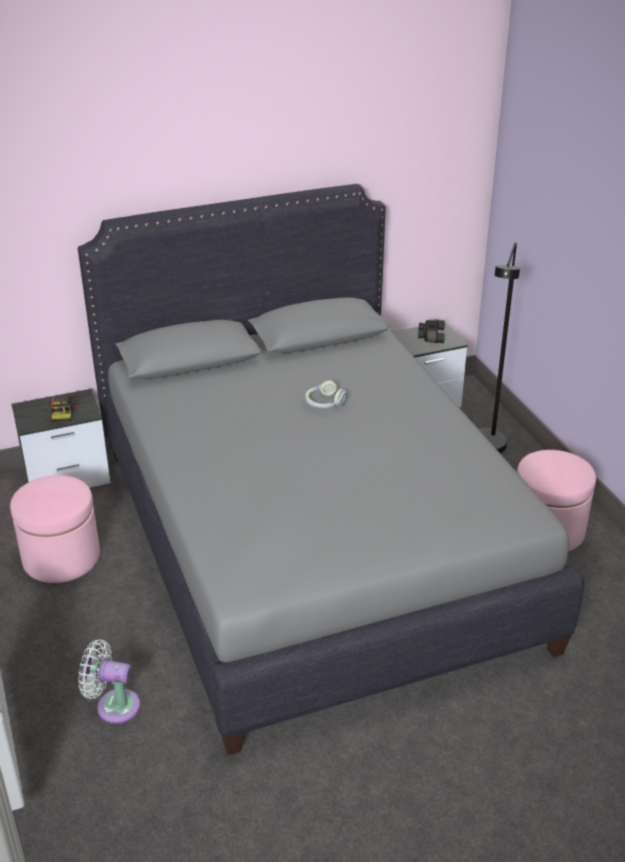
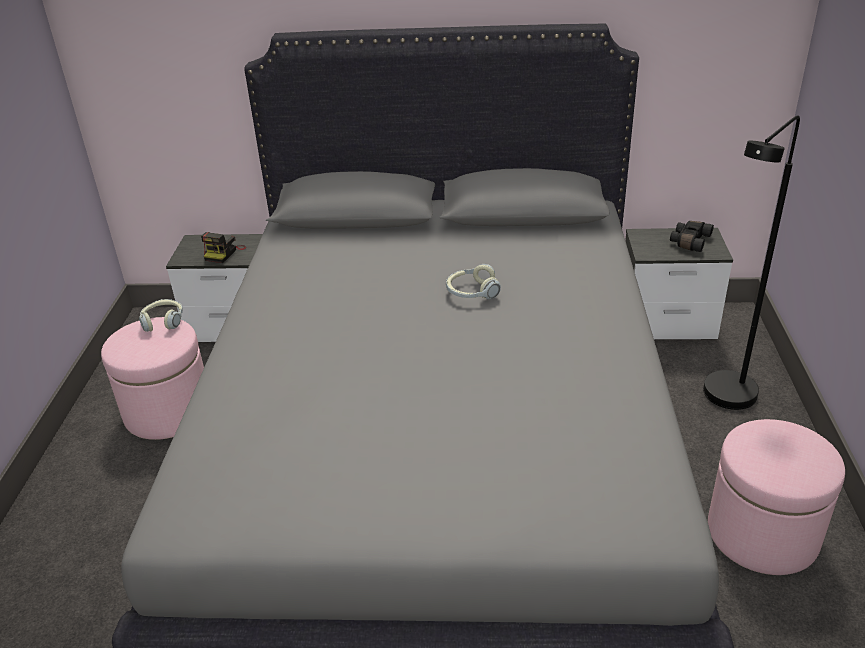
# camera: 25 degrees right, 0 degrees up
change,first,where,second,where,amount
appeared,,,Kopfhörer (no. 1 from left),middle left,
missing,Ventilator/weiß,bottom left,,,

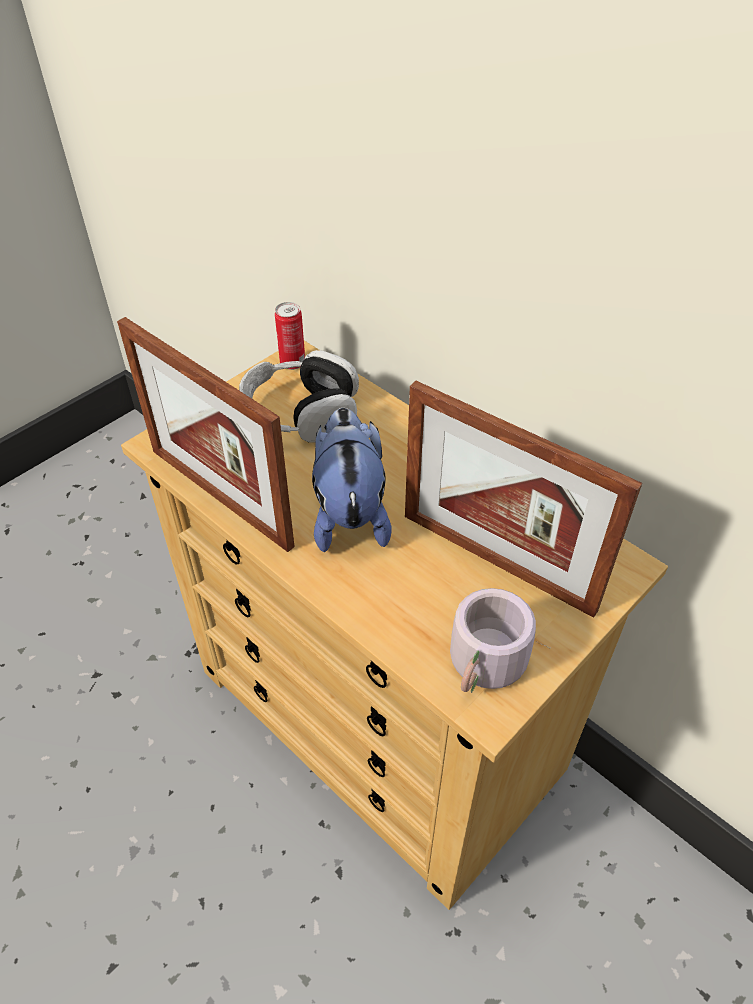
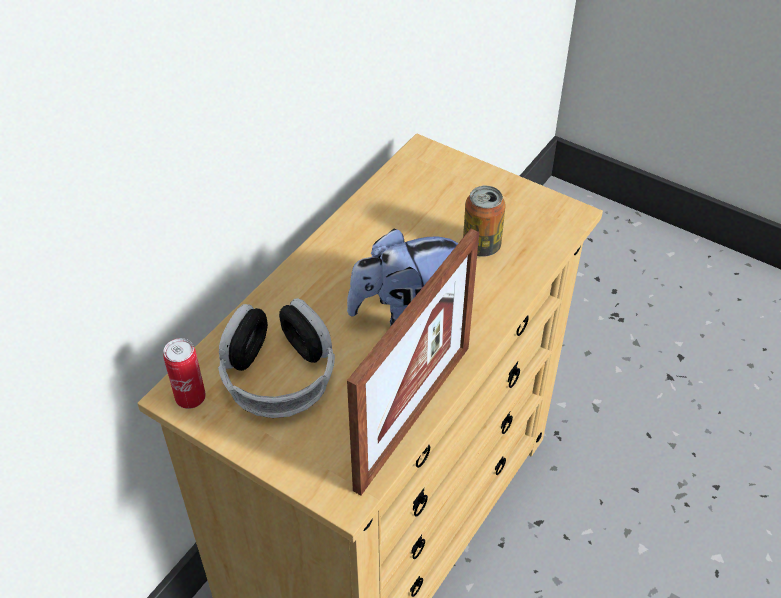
# camera: 100 degrees left, 0 degrees up
change,first,where,second,where,amount
appeared,,,Dose (no. 2 from left),centre,
missing,Bilderrahmen (no. 2 from left),middle right,,,
missing,Henkelbecher/grau,centre,,,

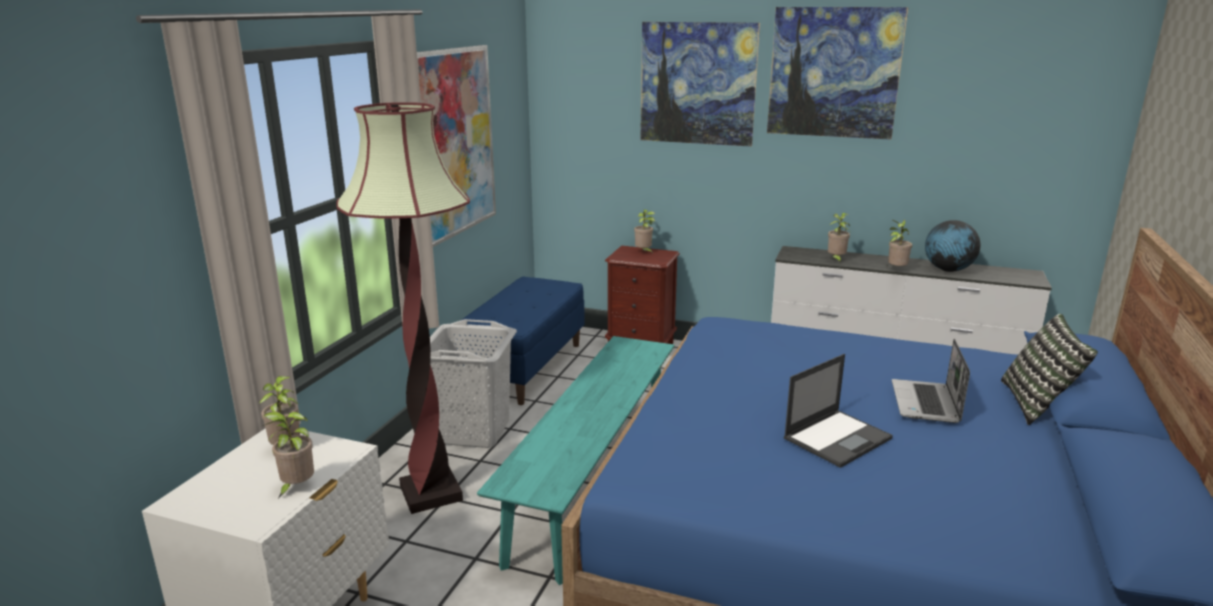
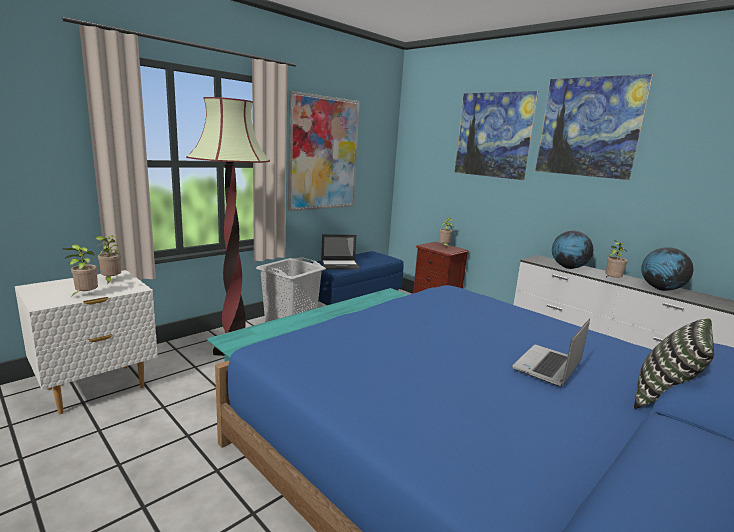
# camera: 25 degrees right, 5 degrees down
change,first,where,second,where,amount
relocated,Laptop (no. 1 from left),bottom right,,centre,
exchanged,Topfpflanze (no. 4 from left),middle right,Globus (no. 1 from left),middle right,

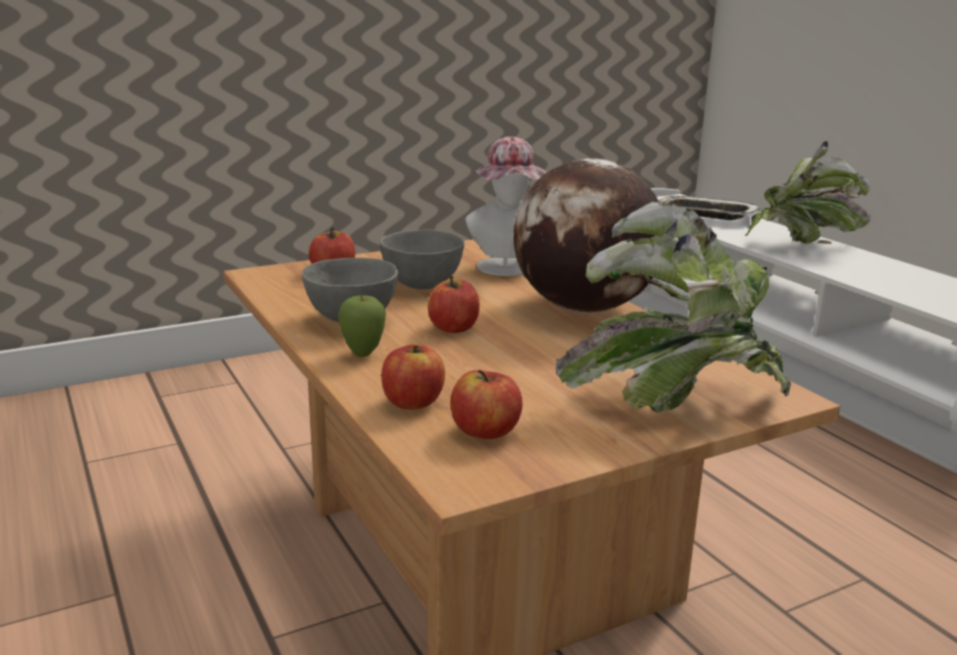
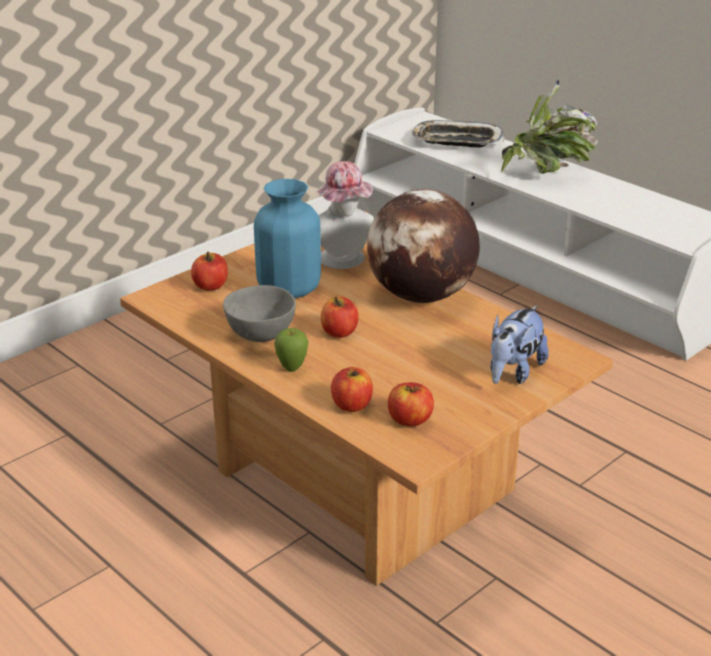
# camera: 15 degrees left, 10 degrees up
change,first,where,second,where,amount
exchanged,Schüssel/grau (no. 2 from left),centre,Vase/blau,centre,
exchanged,Topfpflanze (no. 1 from left),middle right,Plüschtier,middle right,

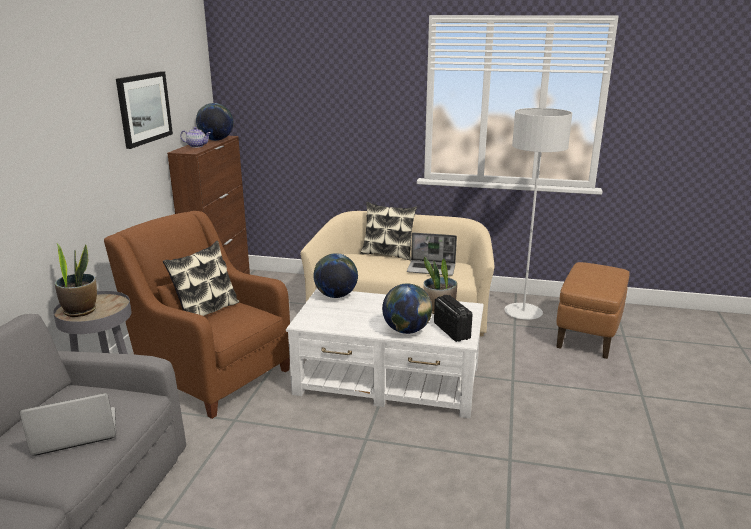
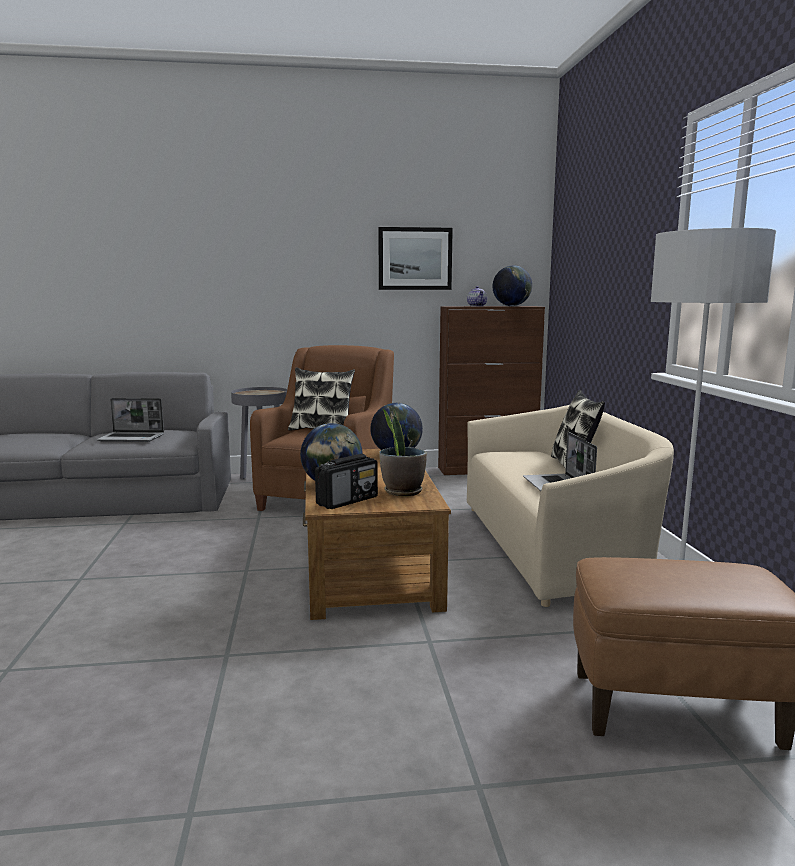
# camera: 70 degrees right, 10 degrees down
change,first,where,second,where,amount
spun,Laptop (no. 1 from left),bottom left,,middle left,135 degrees clockwise
colour,Couchtisch/weiß,bottom centre,Couchtisch/braun,centre,
missing,Topfpflanze (no. 1 from left),middle left,,,

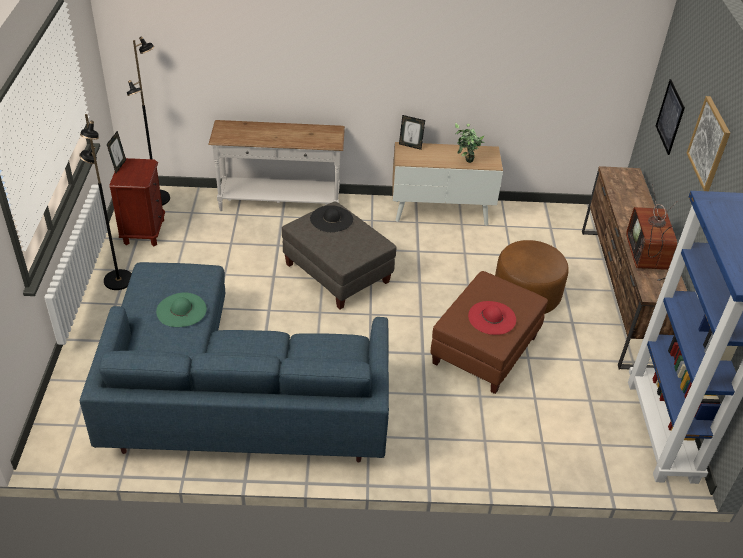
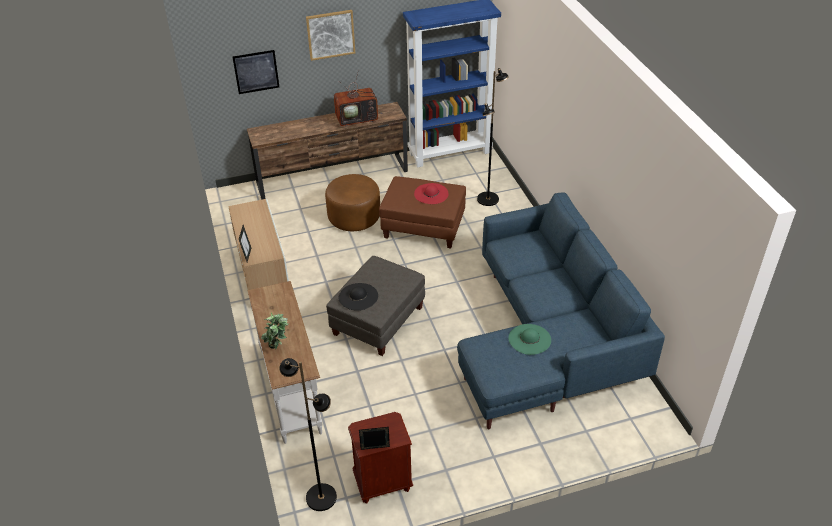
# camera: 105 degrees left, 0 degrees up
change,first,where,second,where,amount
relocated,Topfpflanze,top centre,,middle left,
relocated,Stehlampe/schwarz (no. 1 from left in the first image),middle left,Stehlampe/schwarz (no. 2 from left),top centre,

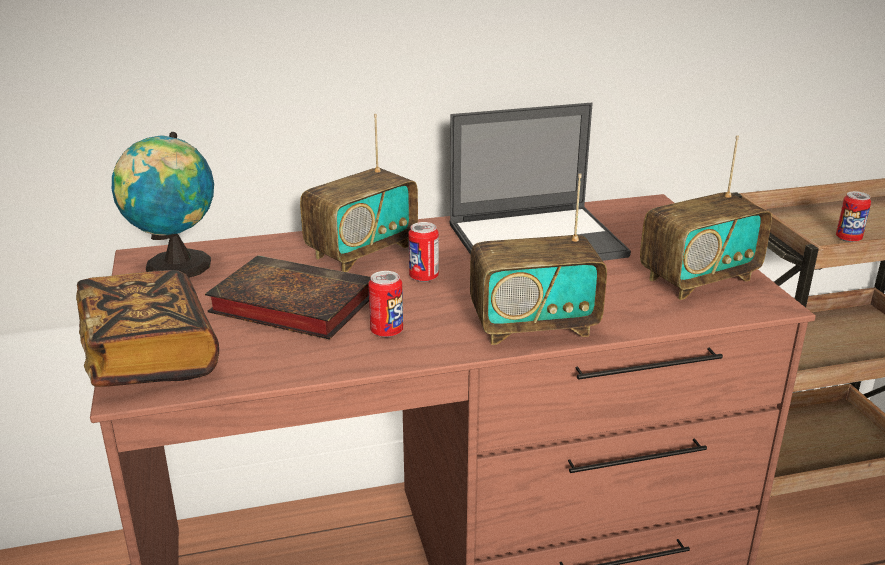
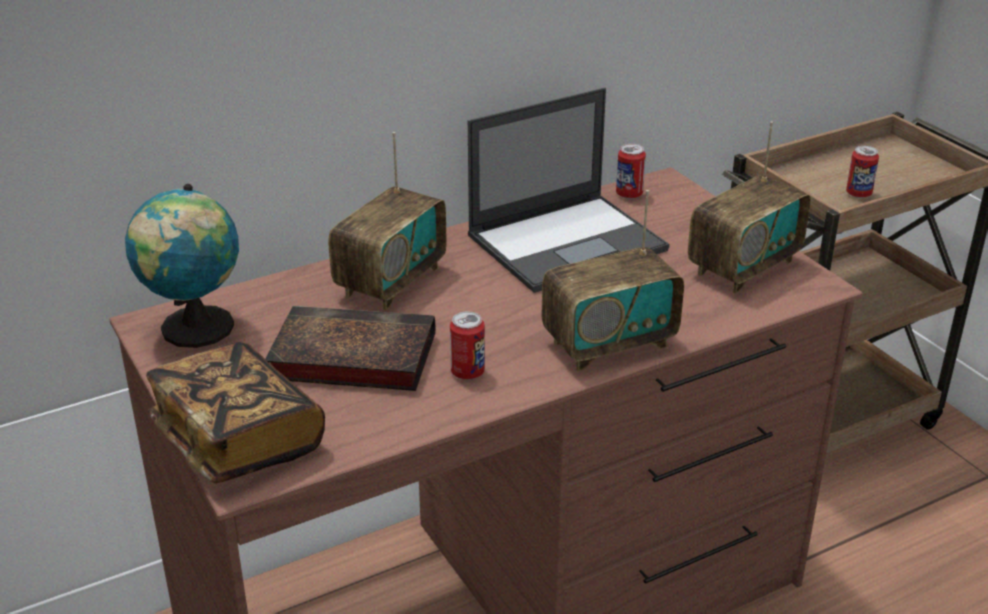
# camera: 15 degrees left, 5 degrees up
change,first,where,second,where,amount
relocated,Dose (no. 2 from left),centre,,top centre,

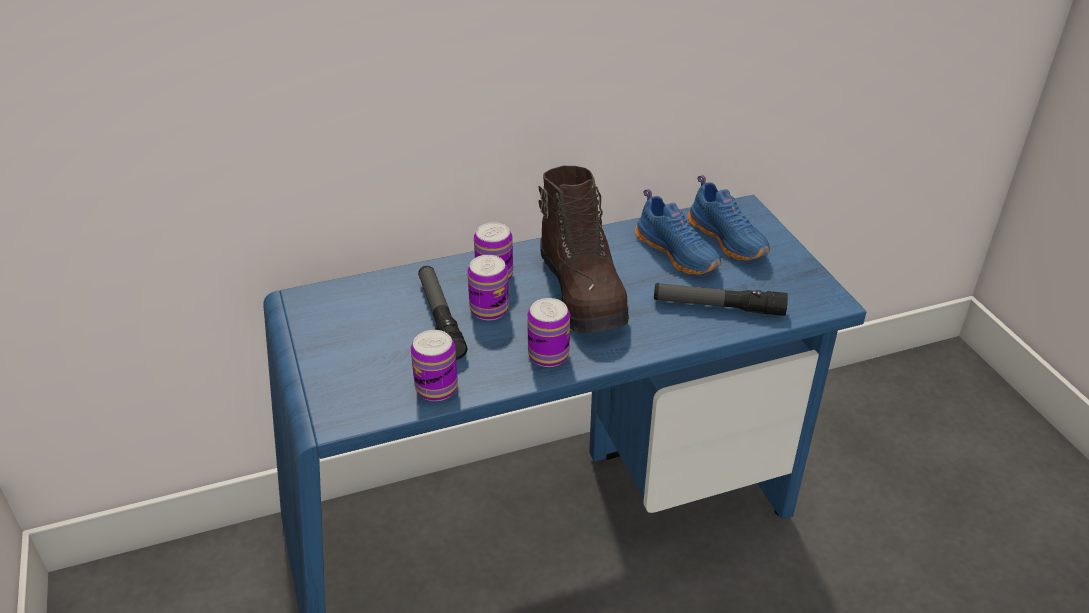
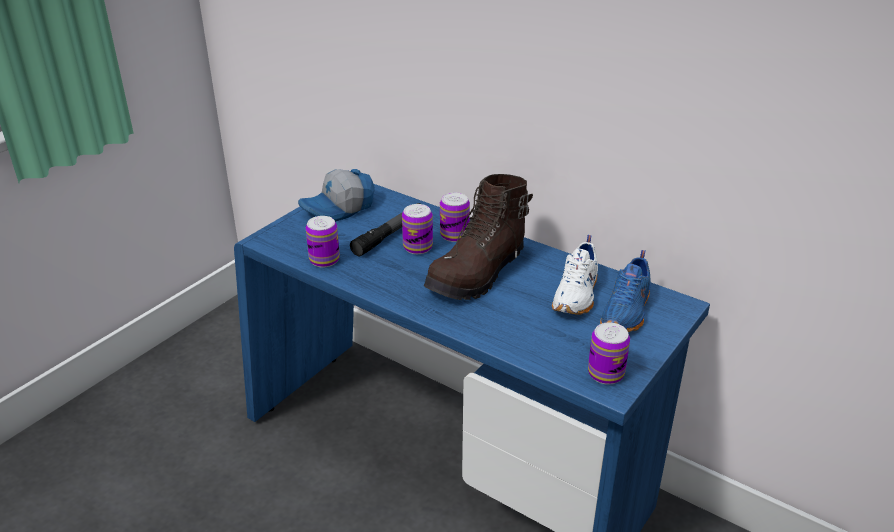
# camera: 55 degrees right, 5 degrees down
change,first,where,second,where,amount
appeared,,,Kappe,centre,
colour,Schuh/blau (no. 1 from left),centre,Schuh/weiß,centre,
relocated,Dose (no. 4 from left),centre,,middle right,
missing,Taschenlampe (no. 2 from left),centre,,,

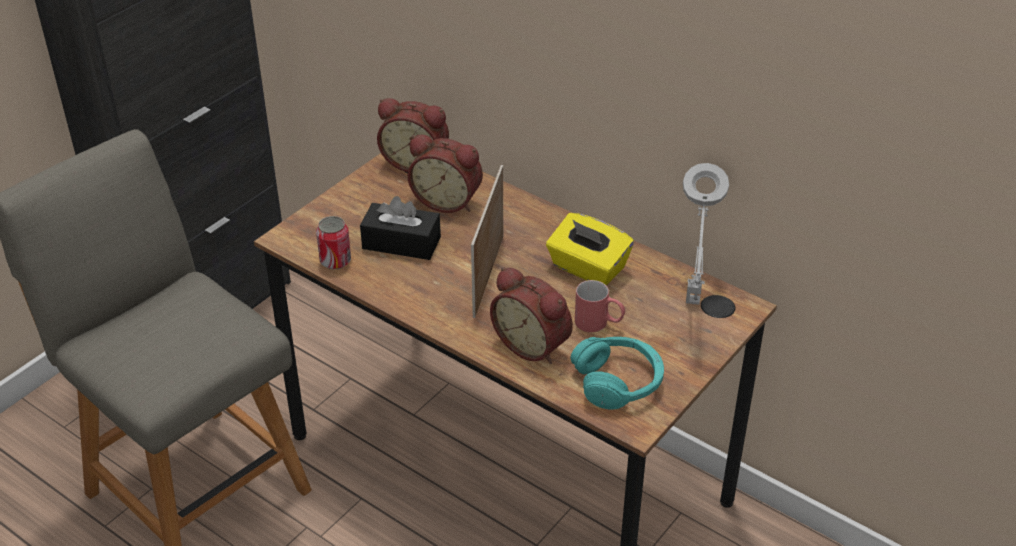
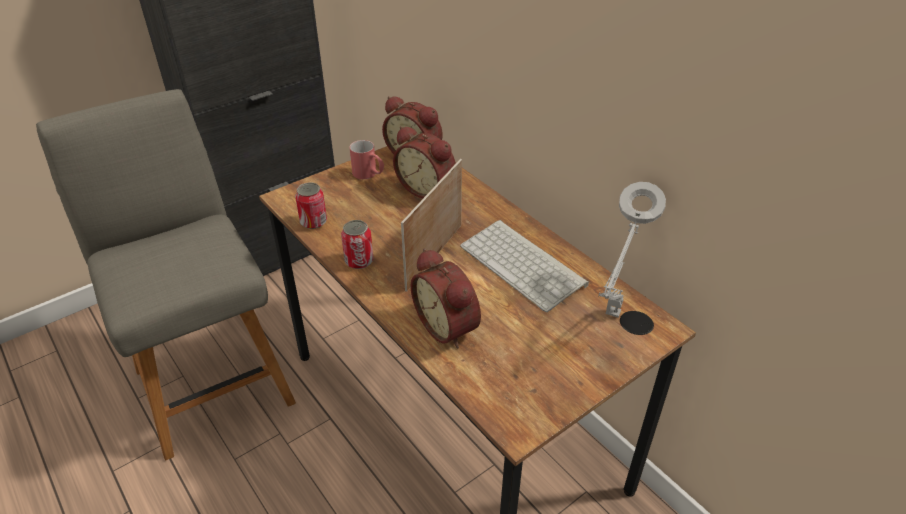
# camera: 15 degrees right, 0 degrees up
change,first,where,second,where,amount
appeared,,,Dose (no. 2 from left),centre,
relocated,Henkelbecher/rot,centre,,top centre,
exchanged,Taschentuchbox/gelb,centre,Tastatur,centre,
missing,Taschentuchbox/schwarz,centre,,,
missing,Kopfhörer/türkis,bottom centre,,,

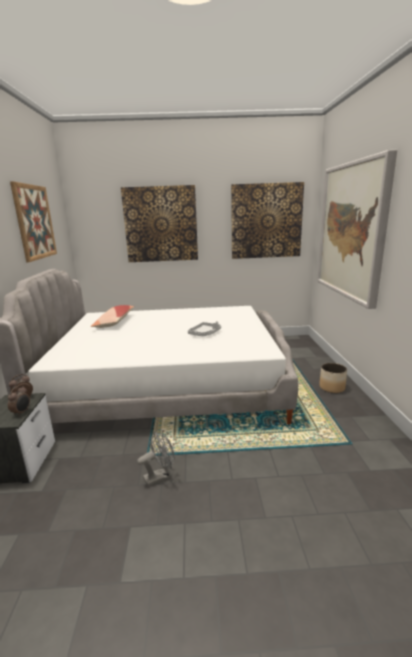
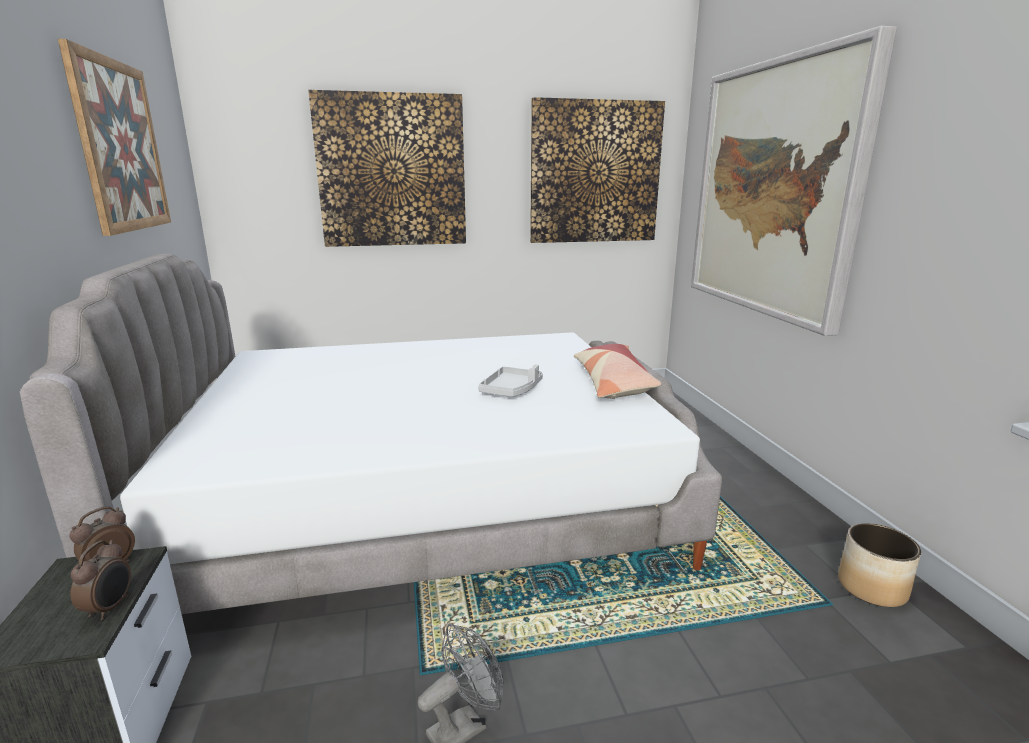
# camera: 10 degrees left, 0 degrees up
change,first,where,second,where,amount
relocated,Kissen,middle left,,centre,
relocated,Pflanzkübel,middle right,,bottom right,

